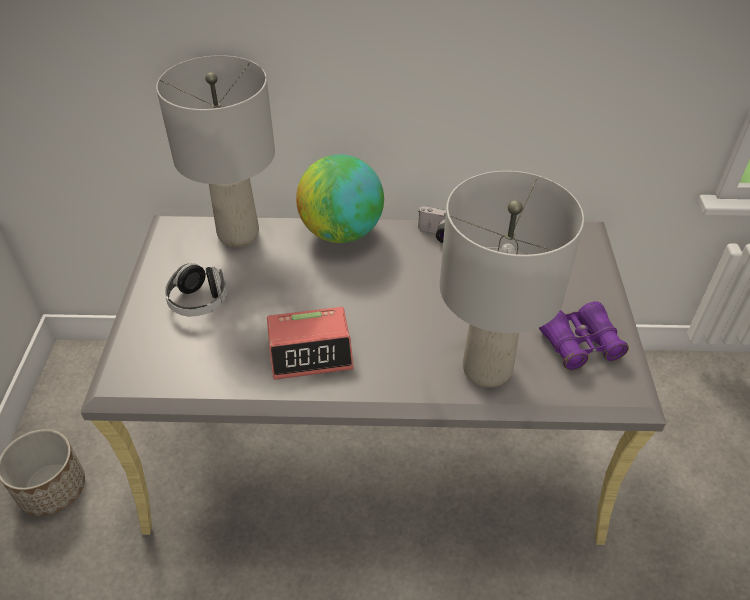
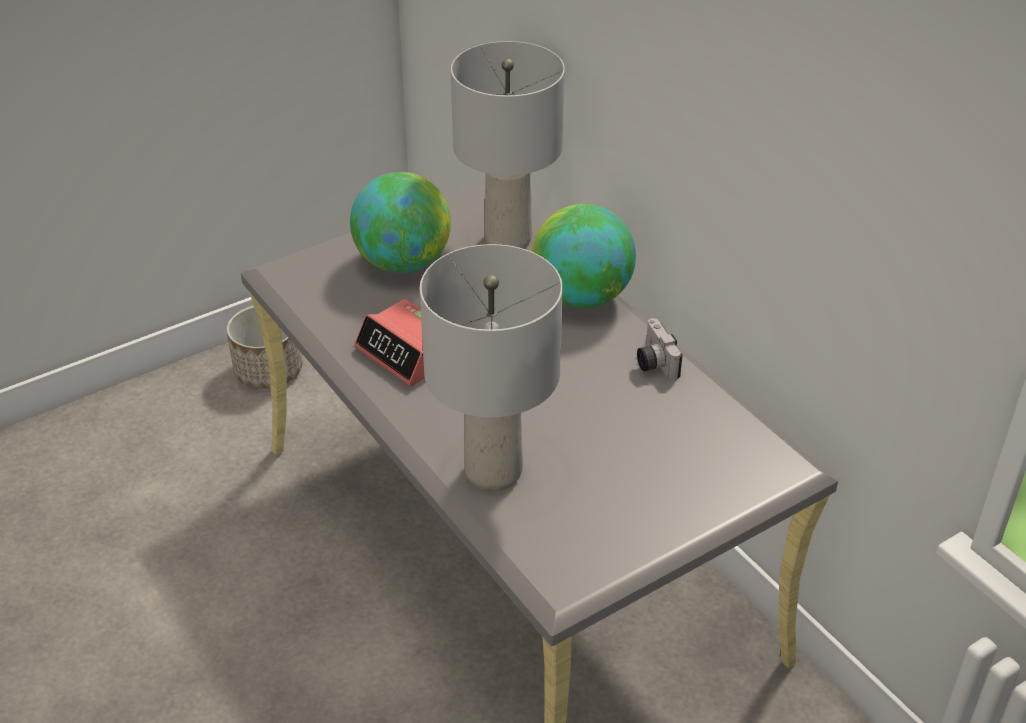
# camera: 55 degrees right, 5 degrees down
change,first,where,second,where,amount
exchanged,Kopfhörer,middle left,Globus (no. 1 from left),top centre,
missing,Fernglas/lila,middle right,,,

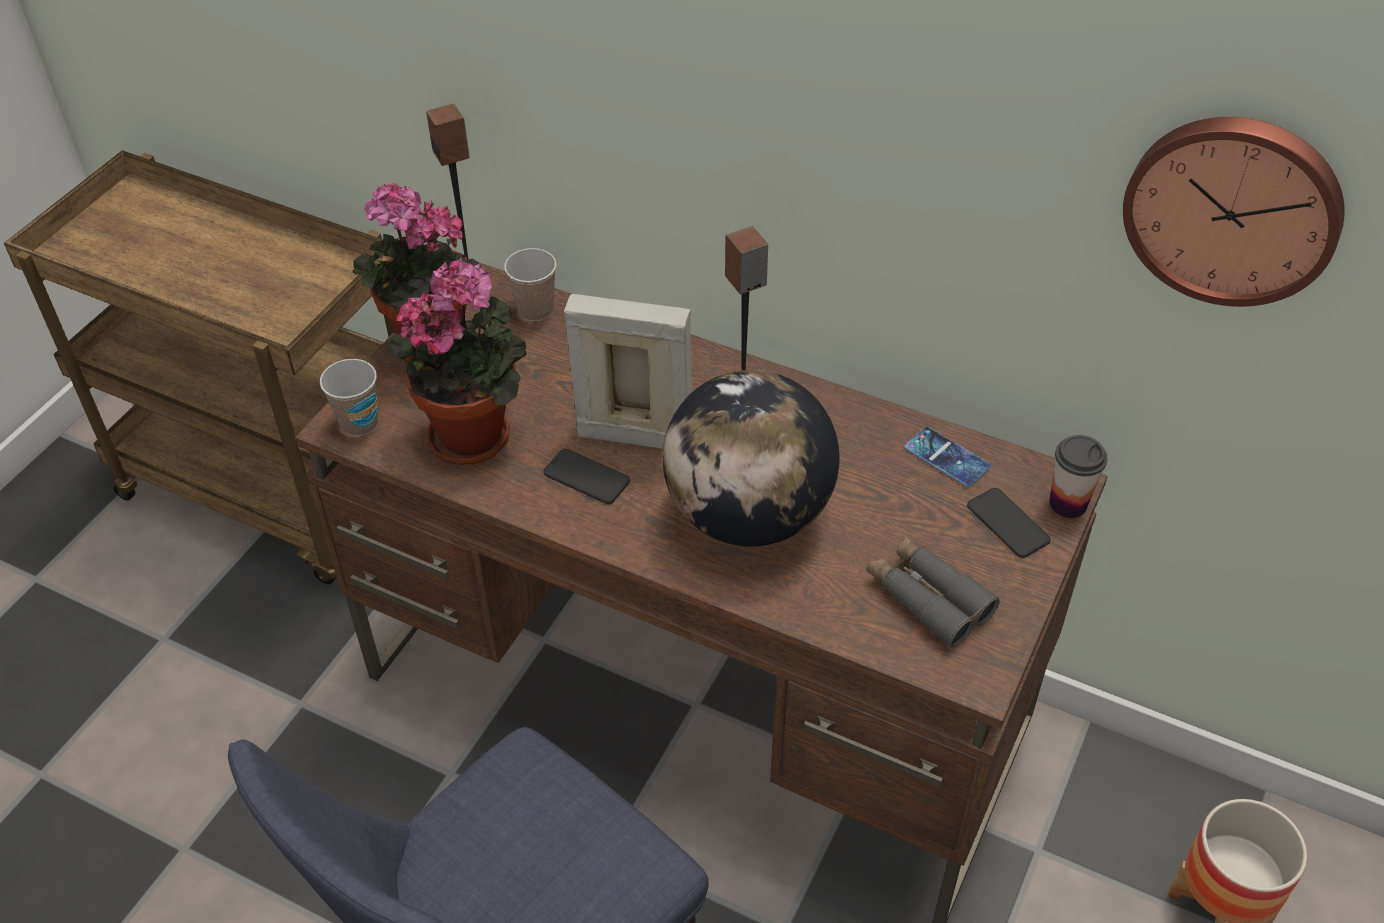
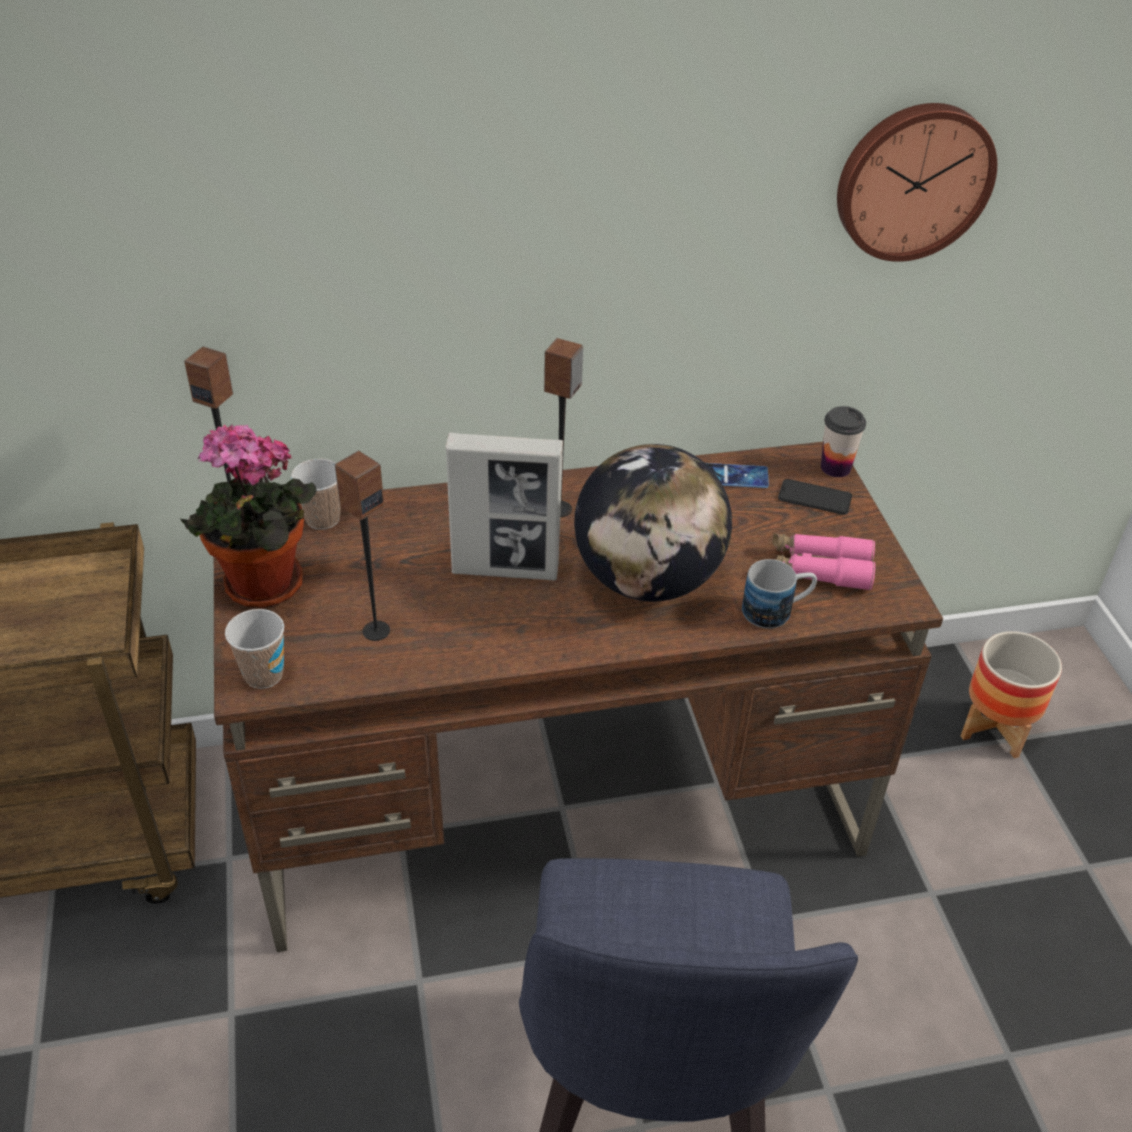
# camera: 40 degrees left, 5 degrees down
change,first,where,second,where,amount
exchanged,Topfpflanze (no. 2 from left),middle left,Lautsprecher (no. 2 from left),middle left,
spun,Bilderrahmen,centre,,centre,150 degrees counterclockwise
appeared,,,Henkelbecher,middle right,
colour,Fernglas/grau,middle right,Fernglas/rosa,middle right,
missing,Handy (no. 1 from left),centre,,,

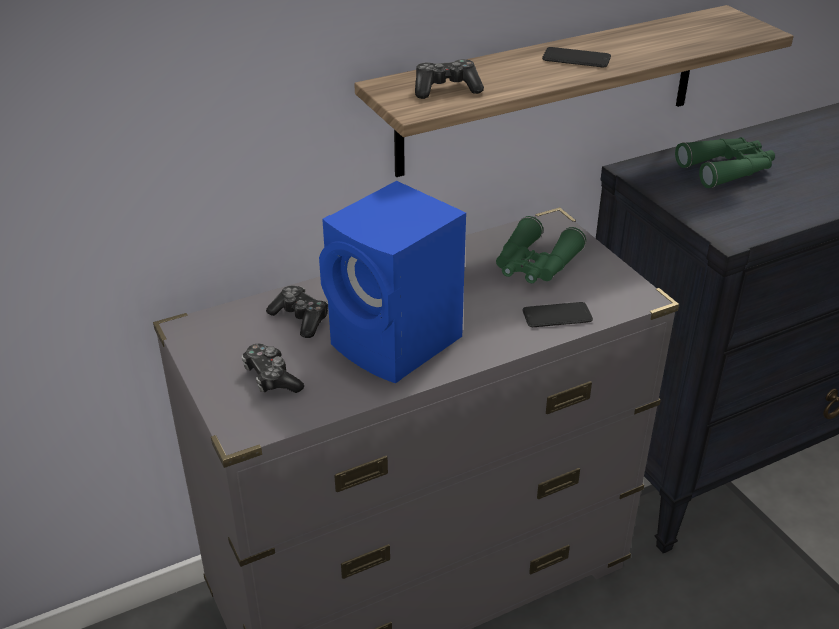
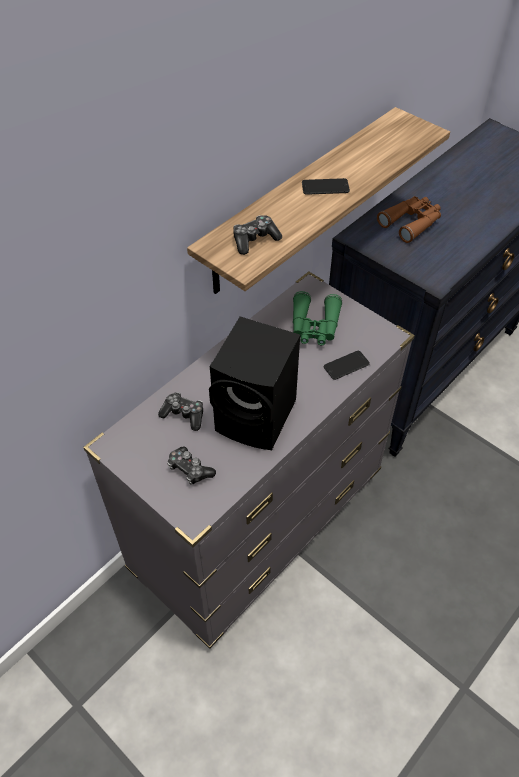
# camera: 20 degrees left, 15 degrees up
change,first,where,second,where,amount
colour,Lautsprecher/blau,centre,Lautsprecher/schwarz,centre,
colour,Fernglas/grün (no. 2 from left),top right,Fernglas/braun,top right,

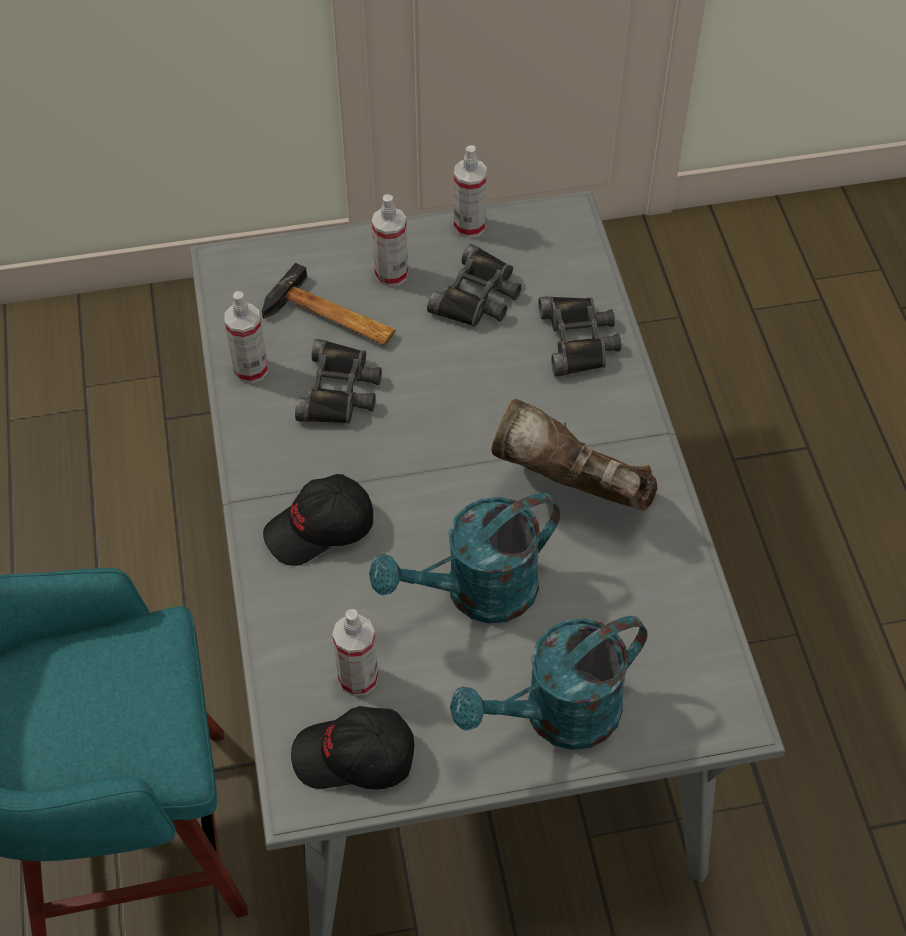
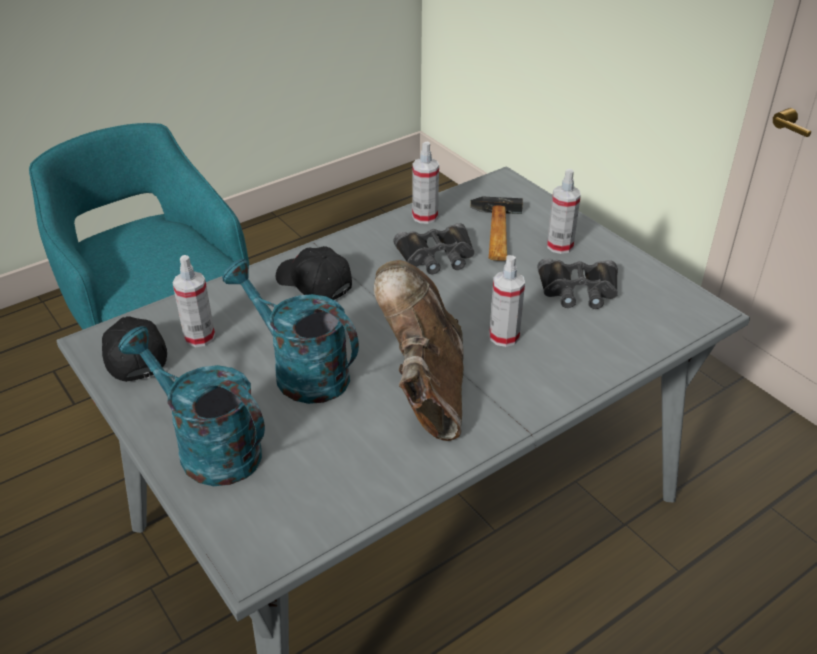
# camera: 65 degrees right, 15 degrees down
change,first,where,second,where,amount
relocated,Sprühflasche (no. 4 from left in the first image),top centre,Sprühflasche (no. 3 from left),centre,
missing,Fernglas/schwarz (no. 3 from left),centre,,,

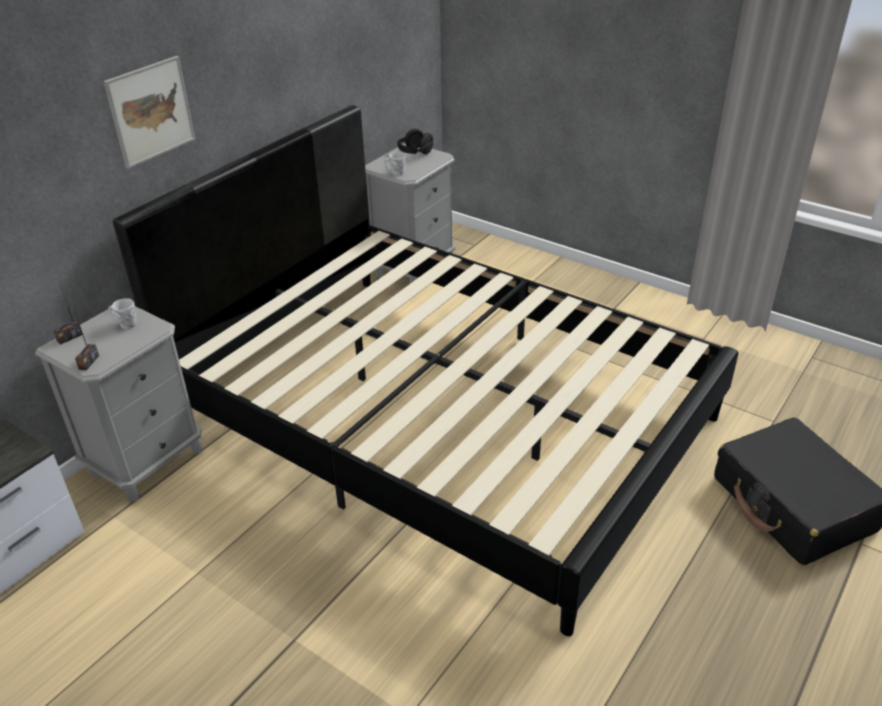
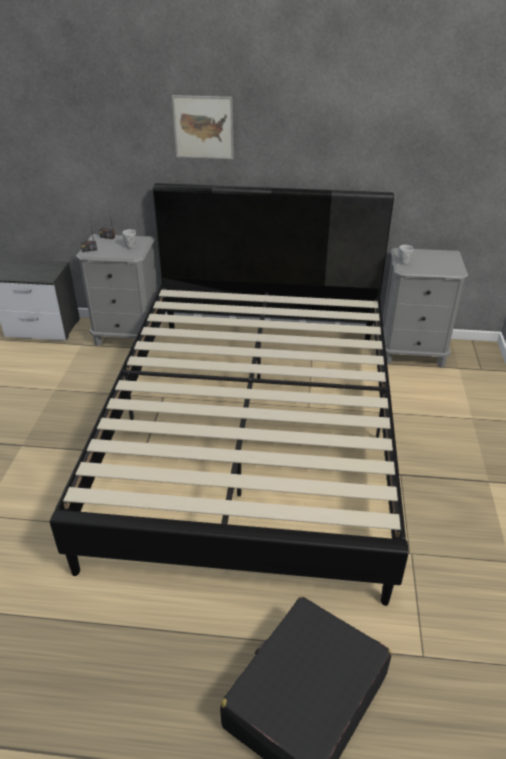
# camera: 60 degrees right, 0 degrees up
change,first,where,second,where,amount
missing,Kopfhörer/schwarz,top centre,,,

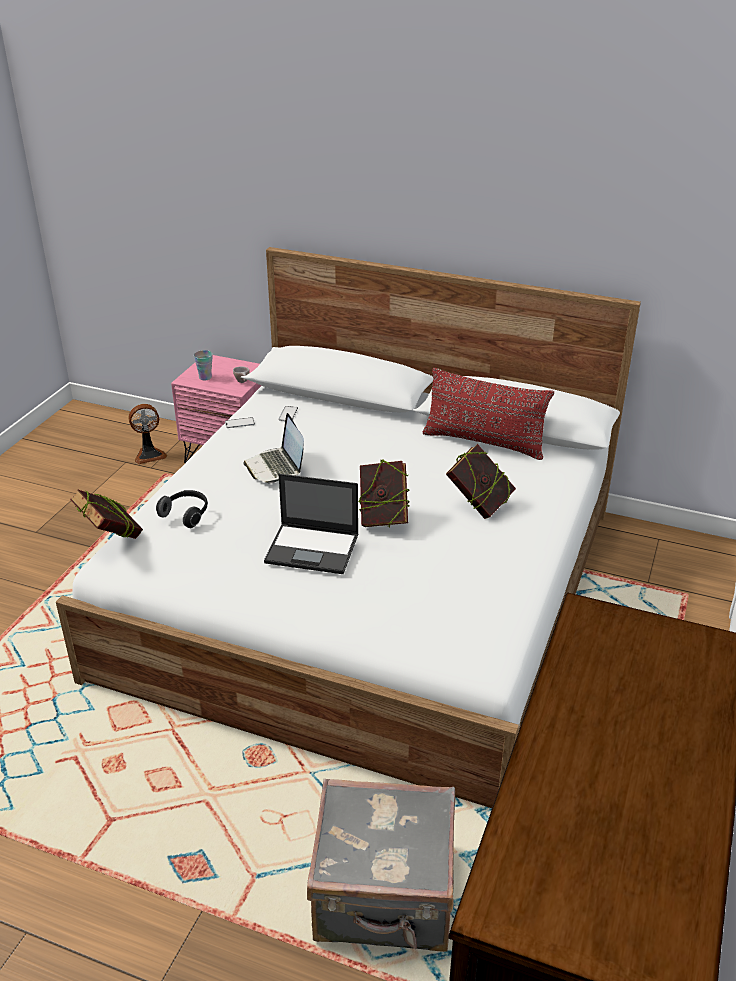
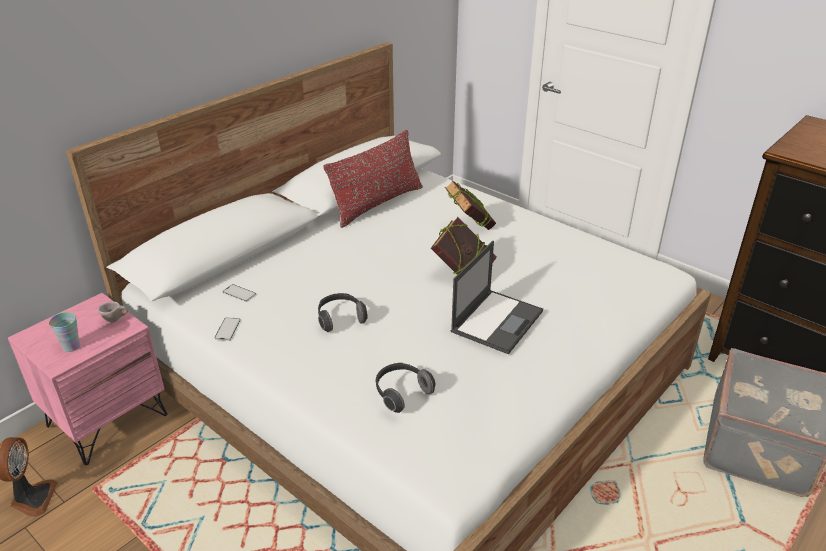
# camera: 70 degrees left, 0 degrees up
change,first,where,second,where,amount
exchanged,Laptop (no. 1 from left),centre,Kopfhörer (no. 1 from left),centre,
missing,Buch (no. 1 from left),middle left,,,

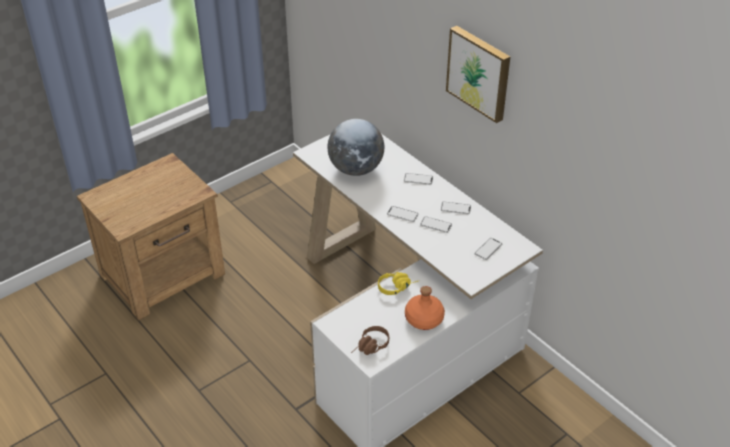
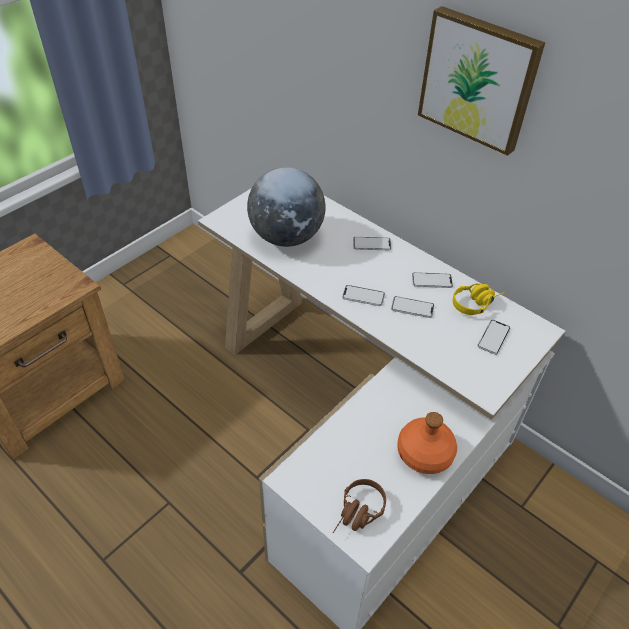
# camera: 10 degrees left, 5 degrees up
change,first,where,second,where,amount
relocated,Kopfhörer/gelb,centre,,middle right,

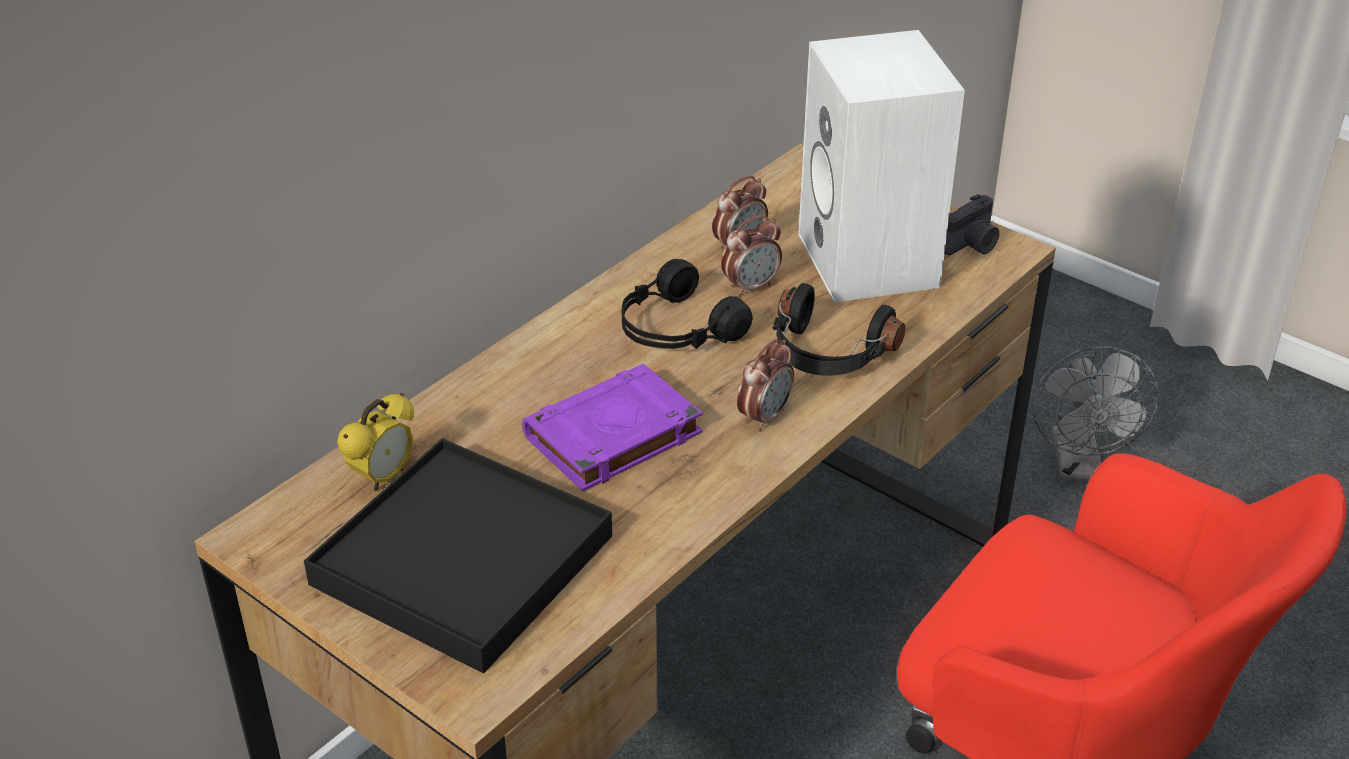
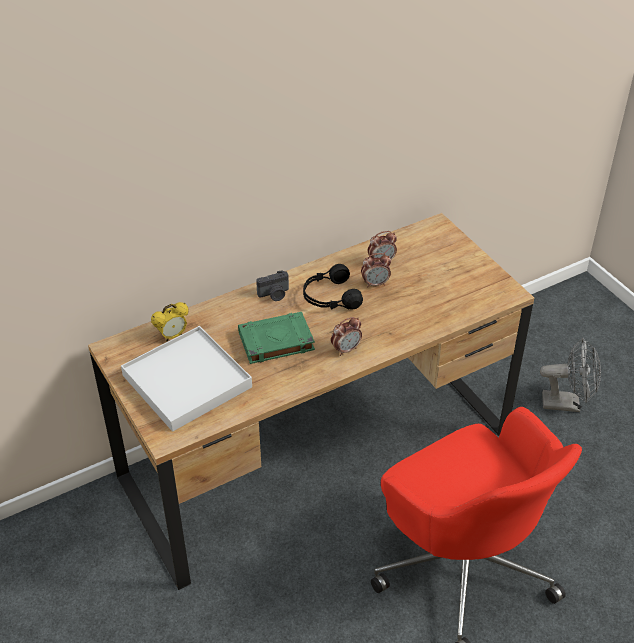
# camera: 20 degrees right, 5 degrees up
change,first,where,second,where,amount
colour,Tablett/schwarz,bottom centre,Tablett/weiß,middle left,
colour,Buch/lila,centre,Buch/grün,centre,
relocated,Kamera,top right,,centre,
spun,Ventilator/grau,middle right,,middle right,105 degrees counterclockwise
missing,Kopfhörer/schwarz (no. 2 from left),centre,,,
missing,Lautsprecher/weiß,top centre,,,

